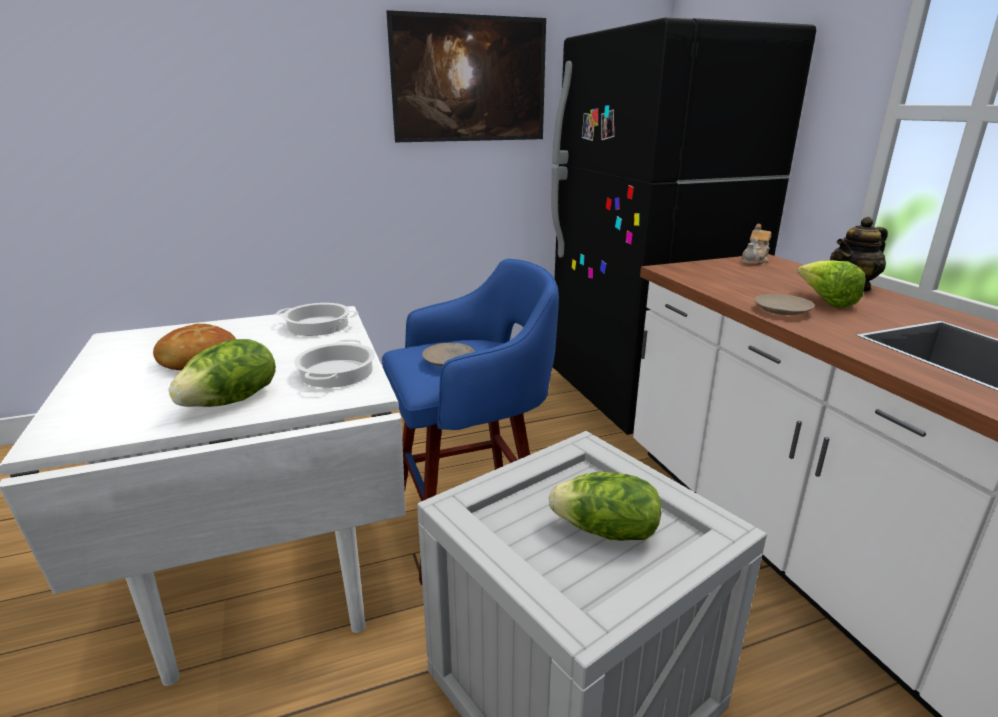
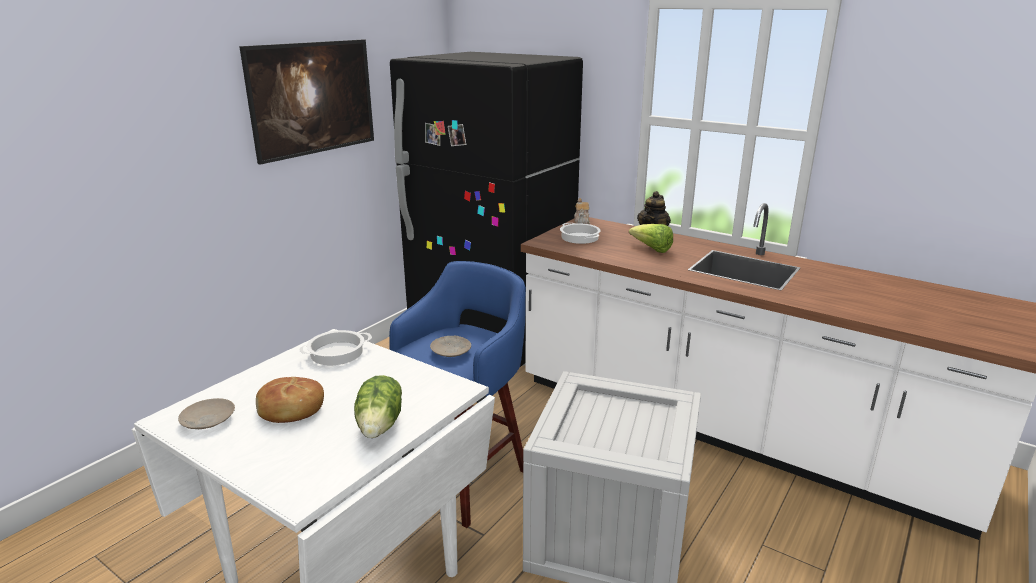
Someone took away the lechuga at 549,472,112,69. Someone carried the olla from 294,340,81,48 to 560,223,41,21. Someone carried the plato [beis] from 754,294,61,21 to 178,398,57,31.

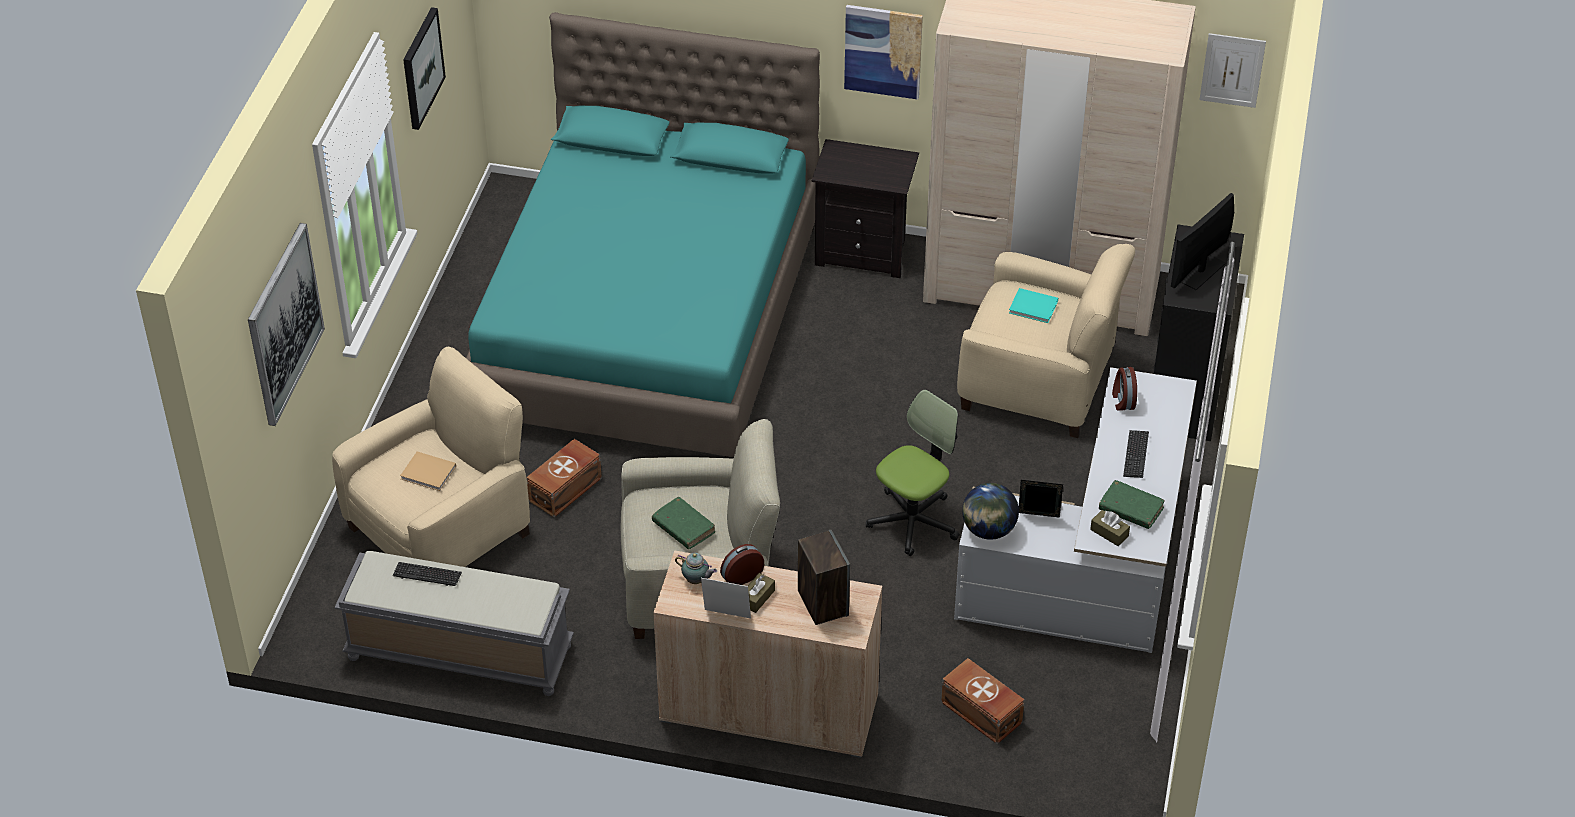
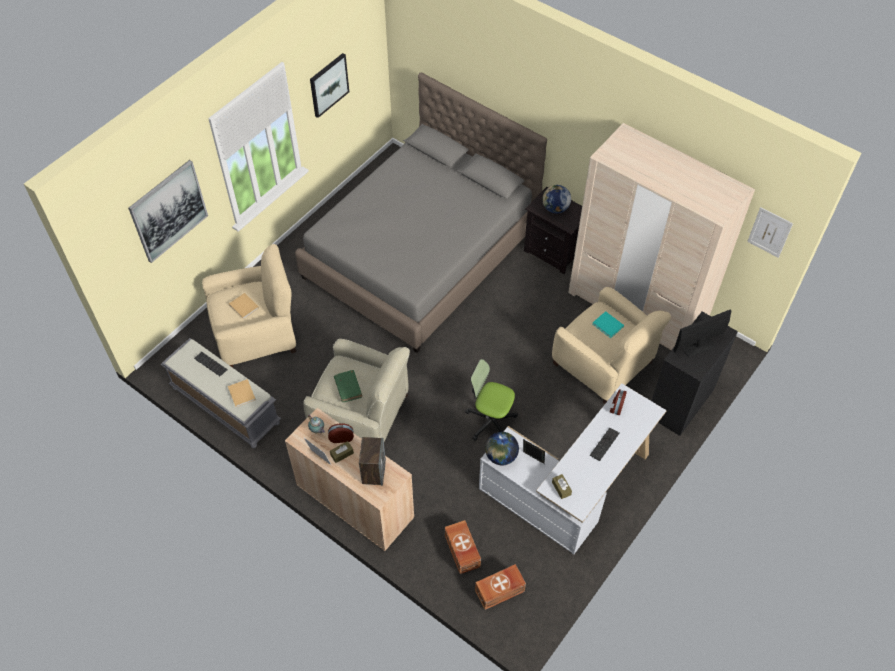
Someone took away the cuadro at 844,5,79,95. Someone took away the libro [verde] at 1099,480,66,49. Someone put down the libro [beis] at 228,379,28,28. Someone put down the globo terráqueo at 542,185,29,28. Someone carried the caja de almacenaje [marrón] from 526,439,76,78 to 475,564,51,46. Someone repainted the cama [turquesa] at 466,12,354,447, which became the cama [gris] at 295,73,252,280. Someone rotated the silla de oficina at 866,389,94,167 by 135 degrees counterclockwise.

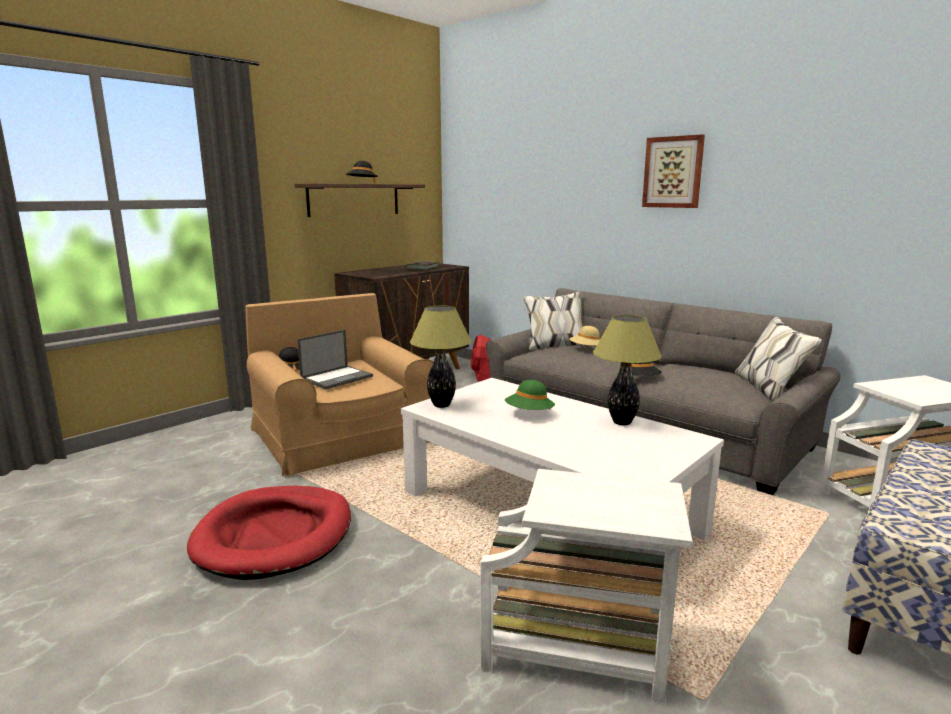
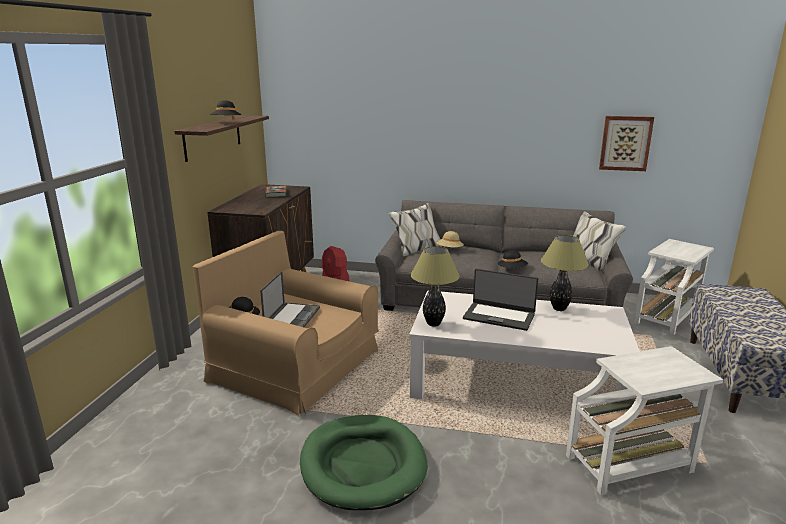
Someone carried the cuadro from 642,134,63,74 to 599,116,55,55. Someone swapped the sombrero [verde] at 505,380,50,30 for the portátil at 463,269,75,62. Someone repainted the cama para perro [rojo] at 187,486,164,94, which became the cama para perro [verde] at 300,415,127,95.

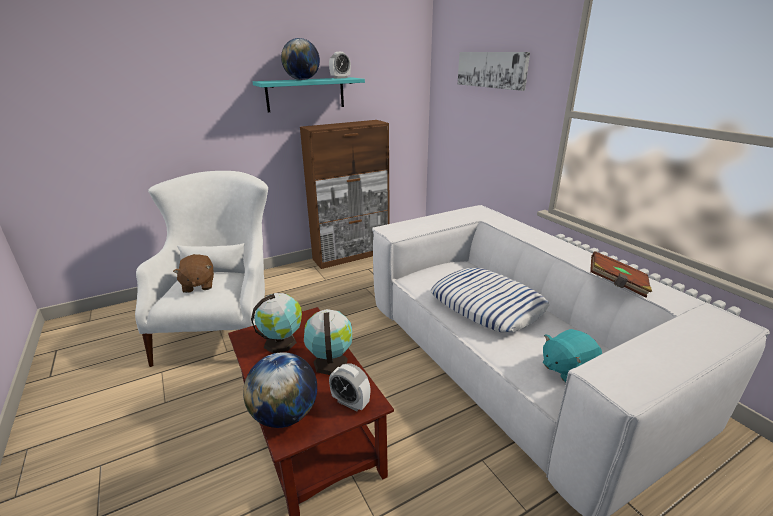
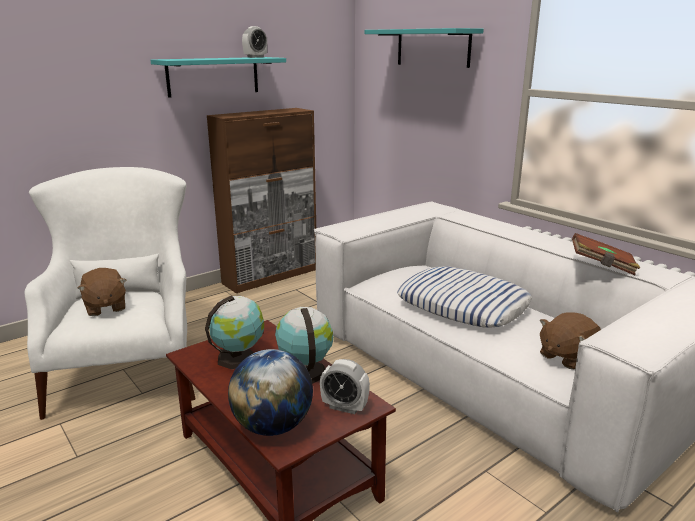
Someone took away the globo terráqueo at 281,38,39,42. Someone swapped the cuadro at 458,52,72,39 for the estante [turquesa] at 365,28,119,40. Someone repainted the peluche [turquesa] at 543,329,59,54, which became the peluche [marrón] at 540,313,61,56.

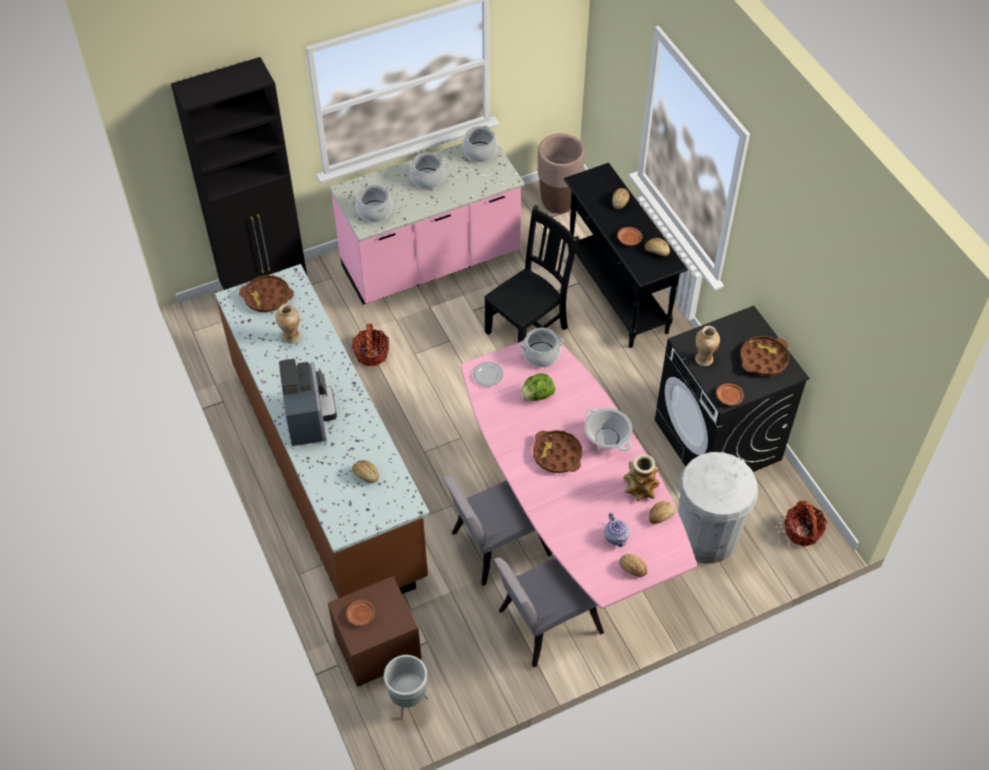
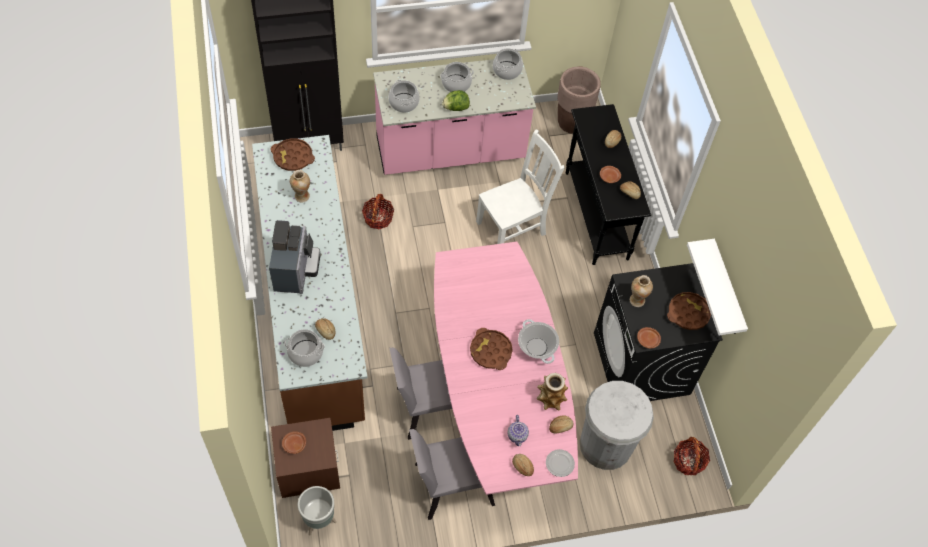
Someone put up the estante [blanco] at 687,239,61,96. Someone carried the plato from 473,362,31,25 to 546,449,29,28. Someone carried the olla from 520,328,43,39 to 284,329,41,38. Someone carried the lechuga from 520,373,35,28 to 442,90,28,21. Someone repainted the silla [negro] at 484,205,95,138, which became the silla [blanco] at 476,129,89,115.

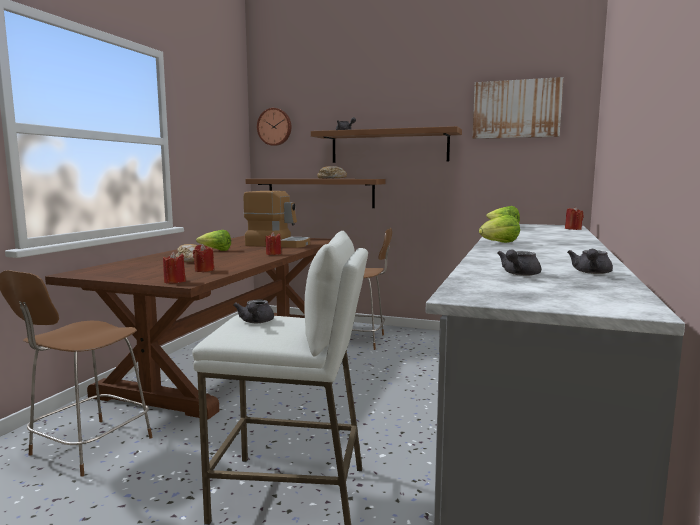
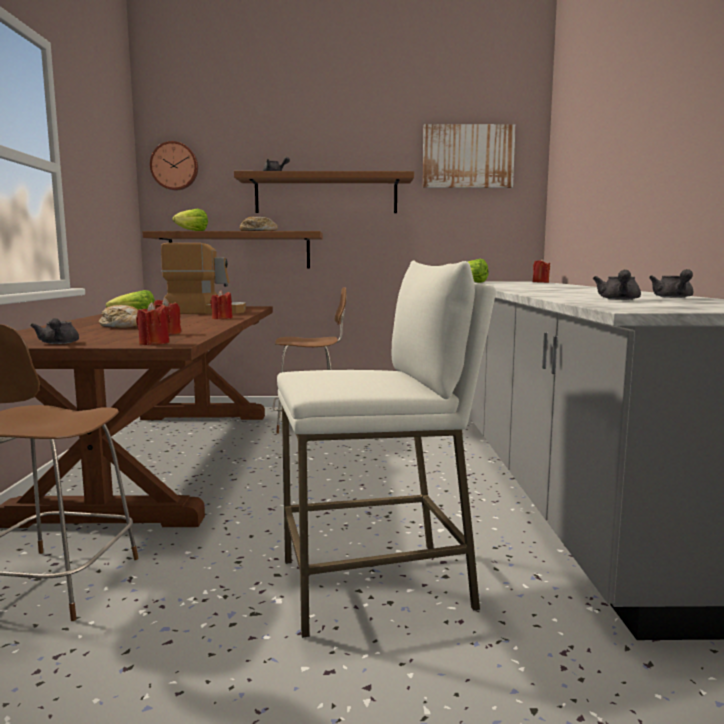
Someone carried the tetera [gris] from 233,300,41,23 to 30,318,49,26. Someone carried the lechuga from 479,214,41,29 to 172,209,36,22.

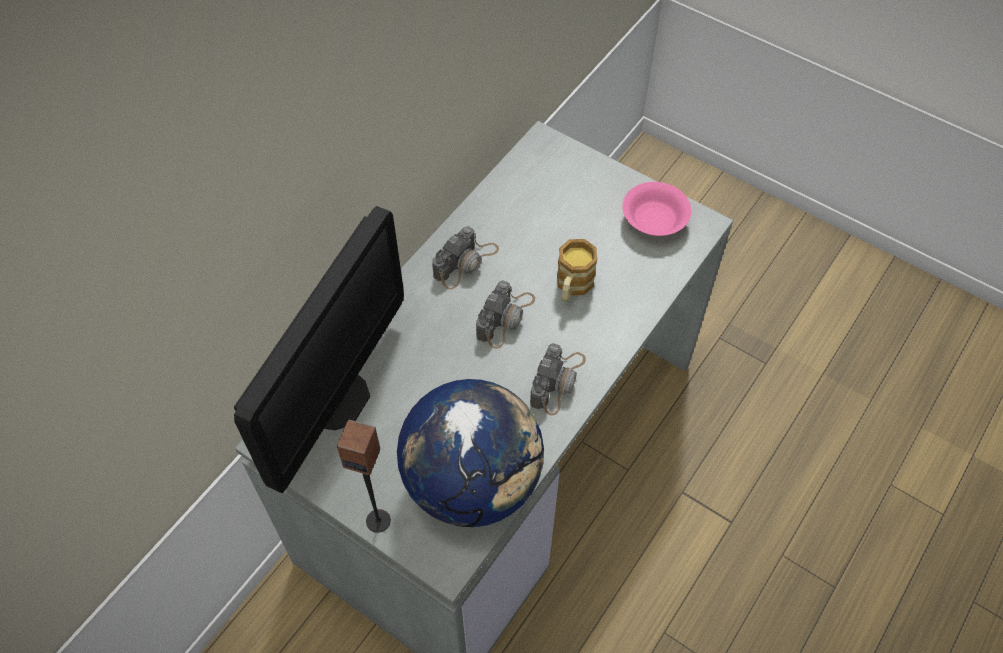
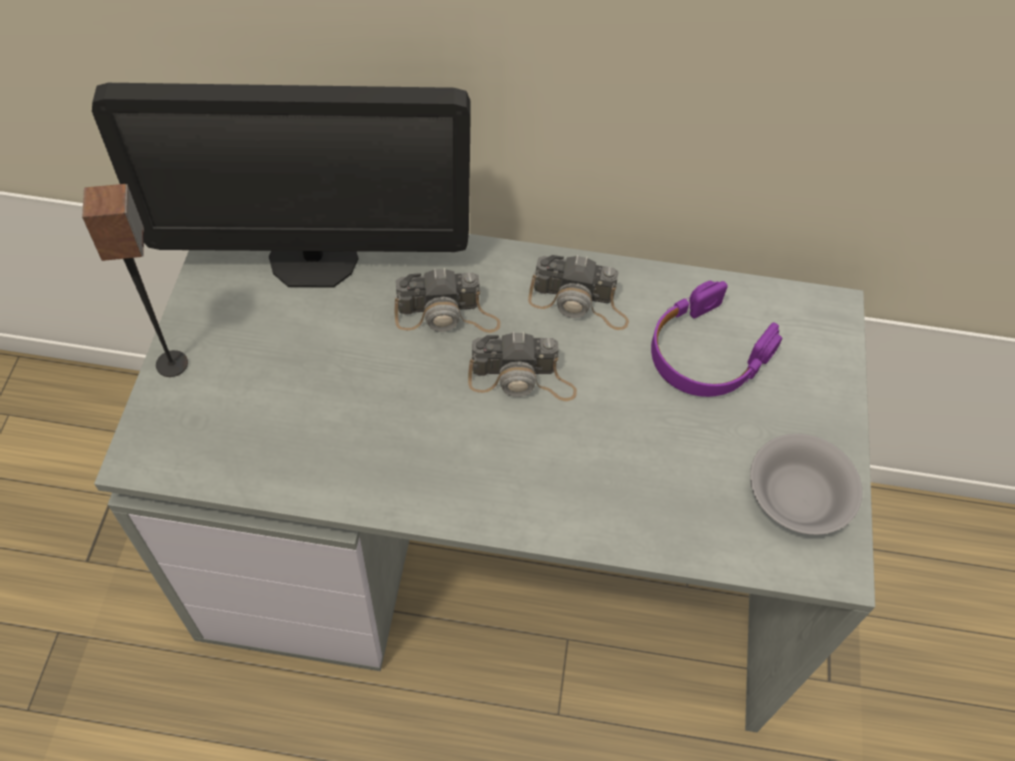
Someone took away the globo terráqueo at 397,379,147,148. Someone took away the taza grande at 557,239,41,63. Someone put down the auriculares [morado] at 651,281,131,116. Someone carried the cámara from 530,343,56,72 to 395,268,105,65. Someone repainted the cuenco [rosa] at 622,182,70,54, which became the cuenco [gris] at 750,434,112,101.

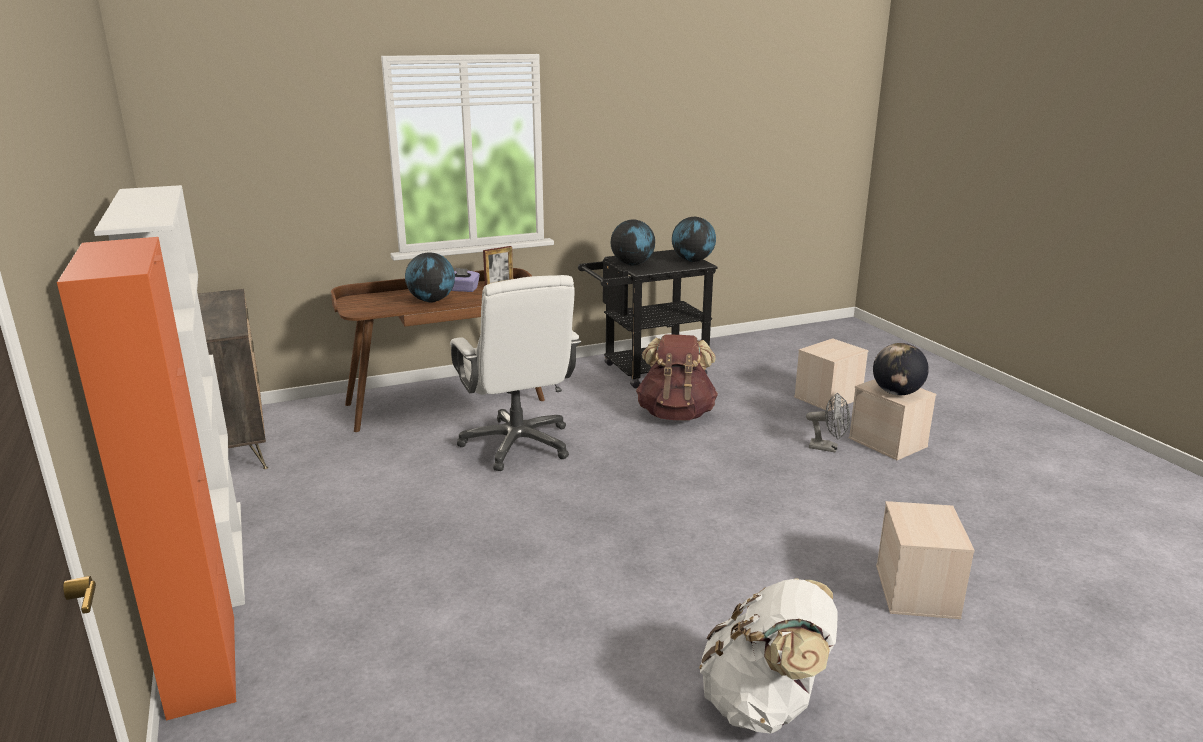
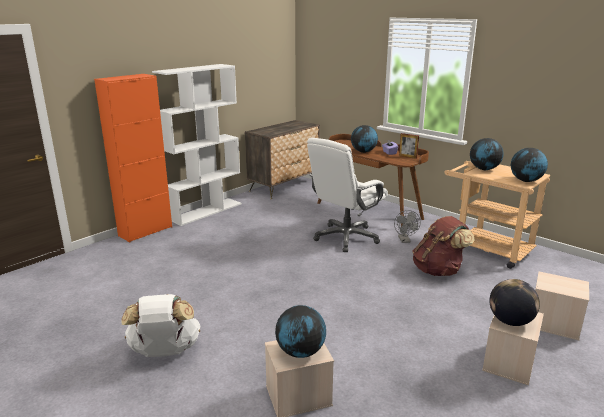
Someone put down the globo terráqueo at 275,305,51,53. Someone carried the ventilador [gris] from 806,393,44,60 to 394,210,27,33. Someone repainted the carrito [negro] at 578,250,140,138, which became the carrito [beis] at 445,161,105,108.

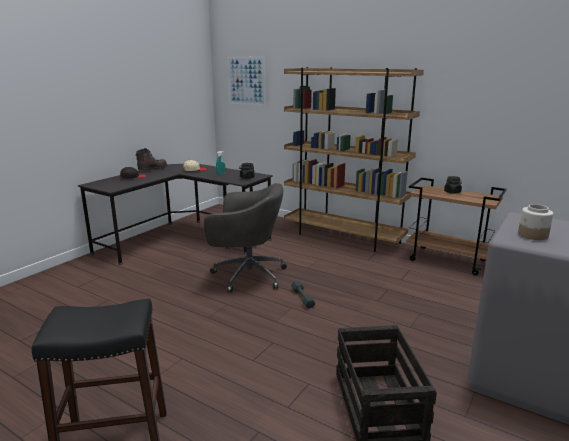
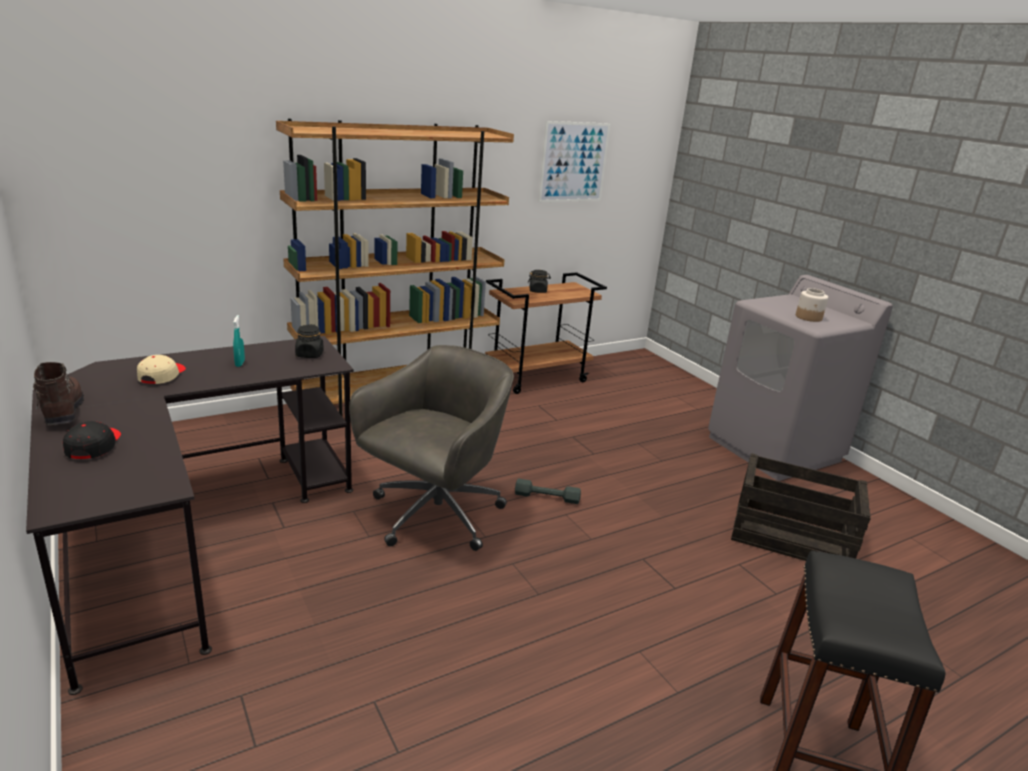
Someone carried the cuadro from 228,57,38,49 to 538,121,72,81.

